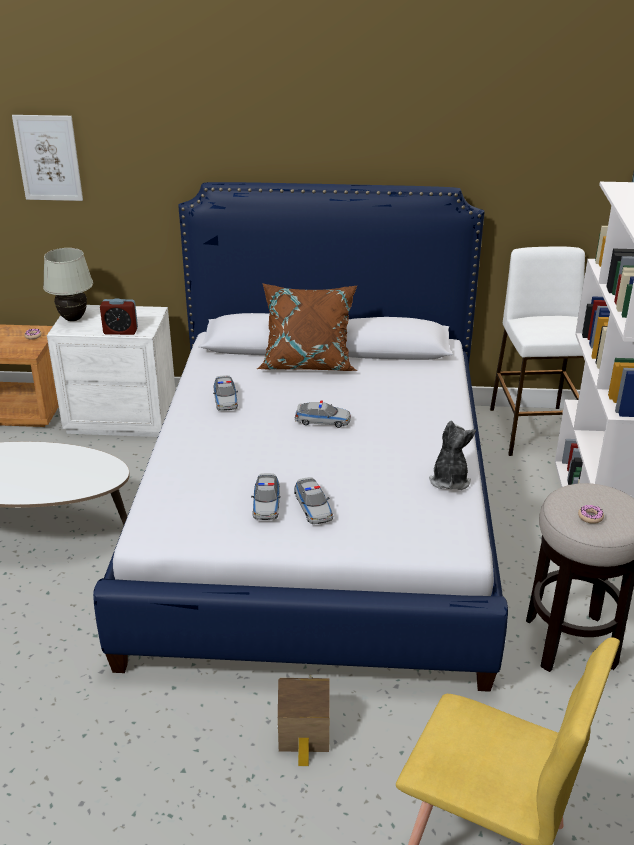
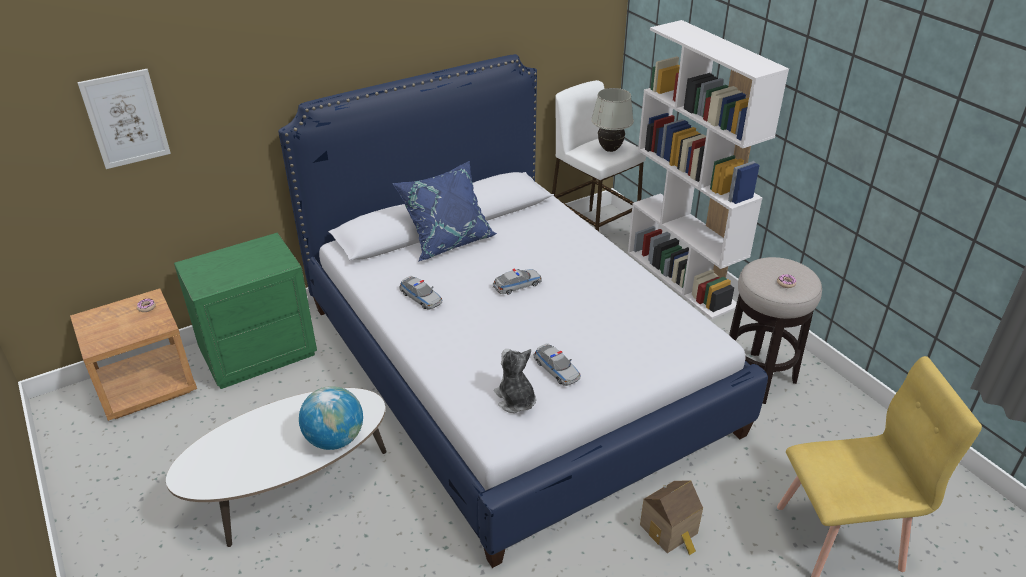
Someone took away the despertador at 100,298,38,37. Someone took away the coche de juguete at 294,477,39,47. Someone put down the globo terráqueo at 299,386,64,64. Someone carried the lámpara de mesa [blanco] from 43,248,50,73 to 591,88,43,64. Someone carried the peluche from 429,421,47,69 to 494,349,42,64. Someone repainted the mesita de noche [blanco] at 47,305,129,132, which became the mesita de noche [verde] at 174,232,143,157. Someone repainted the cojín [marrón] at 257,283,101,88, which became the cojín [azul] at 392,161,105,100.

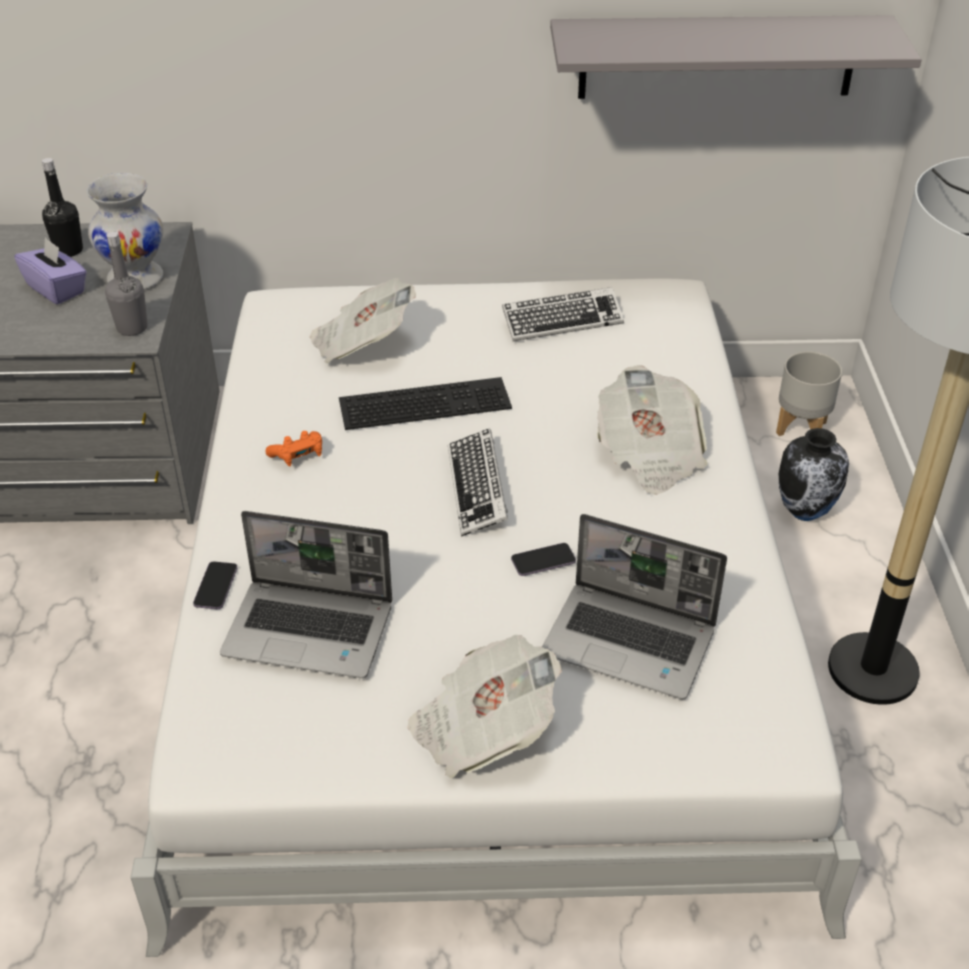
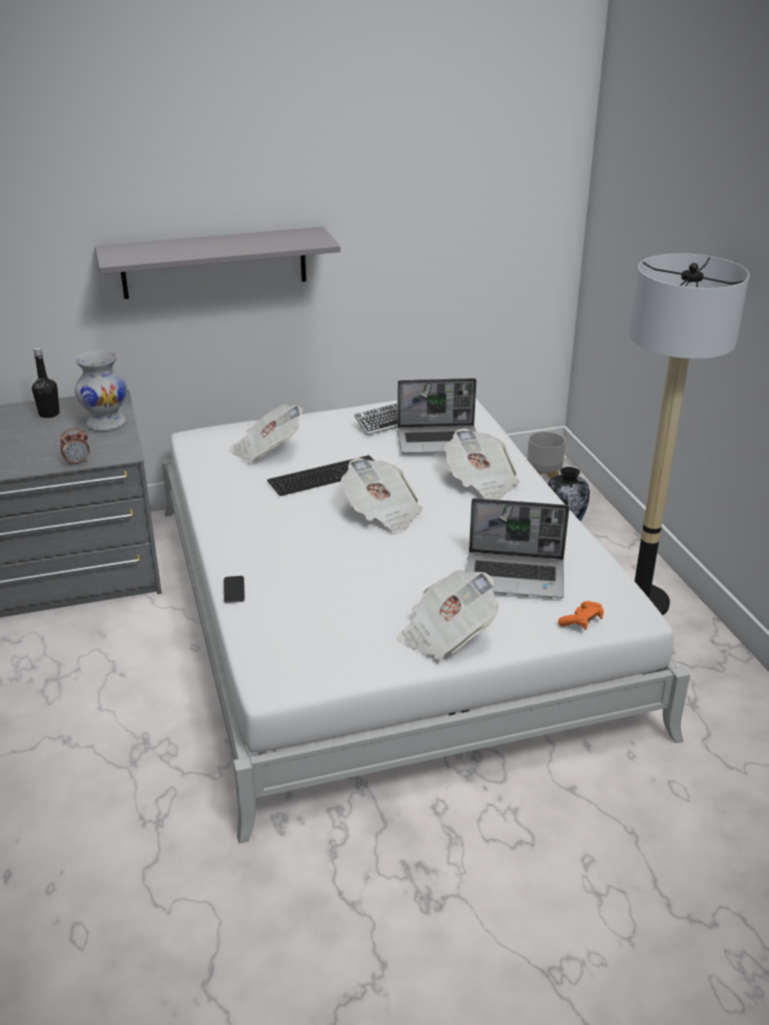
Someone took away the caja de pañuelos [morado] at 15,237,72,67. Someone took away the botella [gris] at 105,232,42,104. Someone took away the móvil at 511,543,65,33. Someone put down the despertador at 60,428,30,38. Someone carried the portátil from 220,511,172,167 to 397,378,80,75. Someone carried the mando de consola [naranja] from 265,431,57,35 to 558,601,46,29. Someone carried the estante [gris] from 550,15,372,84 to 95,227,246,72. Someone swapped the teclado at 448,428,60,109 for the periódico at 341,458,82,76.

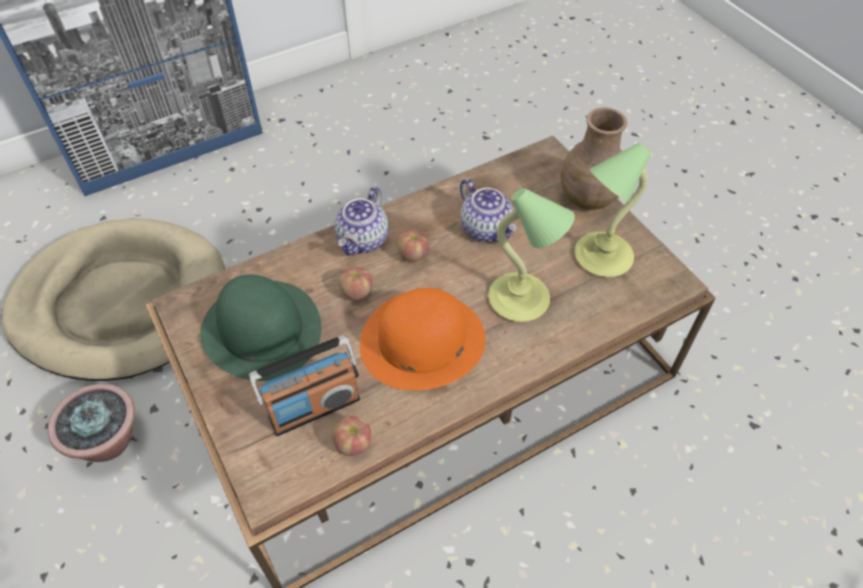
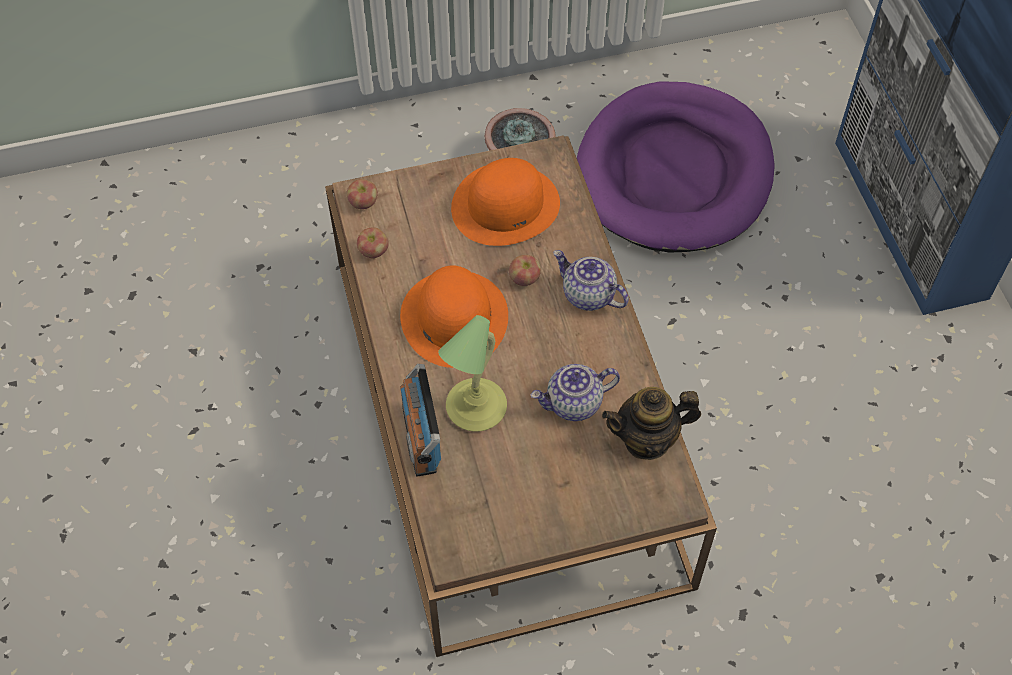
Someone took away the florero [marrón] at 560,107,67,103. Someone took away the lámpara de mesa at 574,143,77,134. Someone put down the tetera at 602,387,99,73. Someone carried the radio from 249,335,111,101 to 400,364,41,113. Someone carried the manzana from 397,230,32,32 to 347,179,31,30. Someone repainted the cama para perro [beis] at 1,218,224,163, which became the cama para perro [morado] at 577,81,198,171. Someone repainted the sombrero [verde] at 200,274,121,107, which became the sombrero [naranja] at 451,158,109,88.

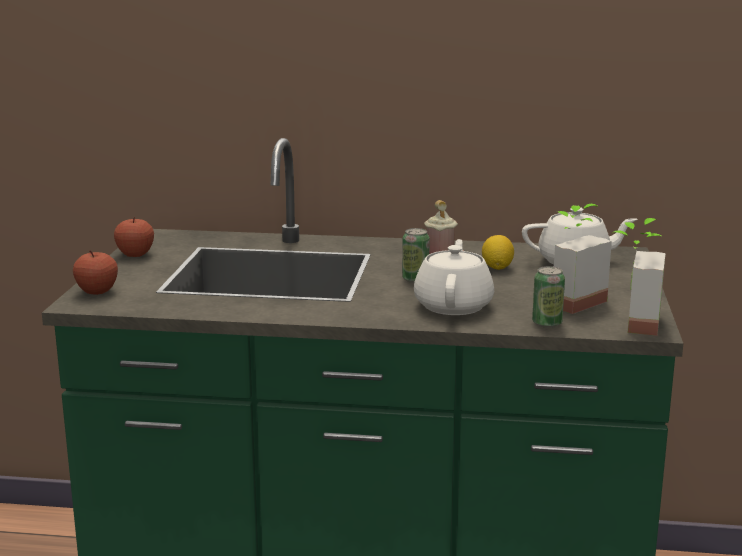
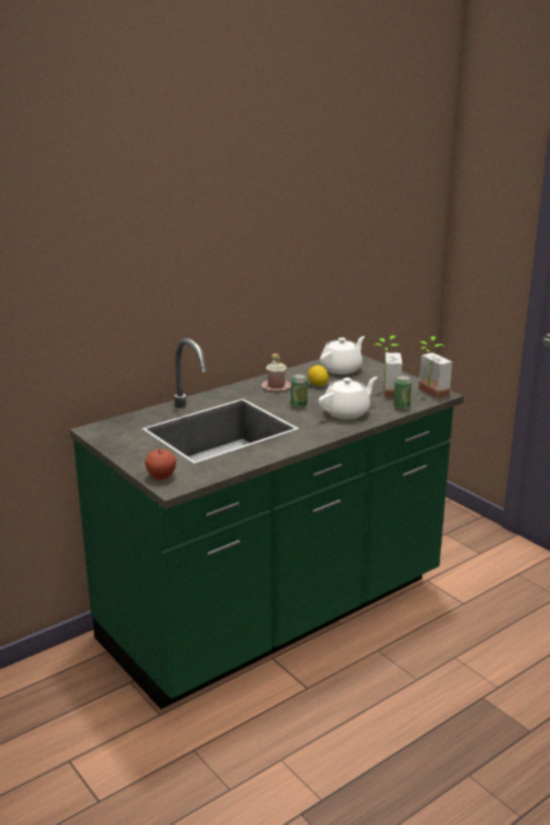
Someone took away the manzana at 114,217,40,40. Someone rotated the tetera [blanco] at 414,239,80,76 by 90 degrees clockwise.

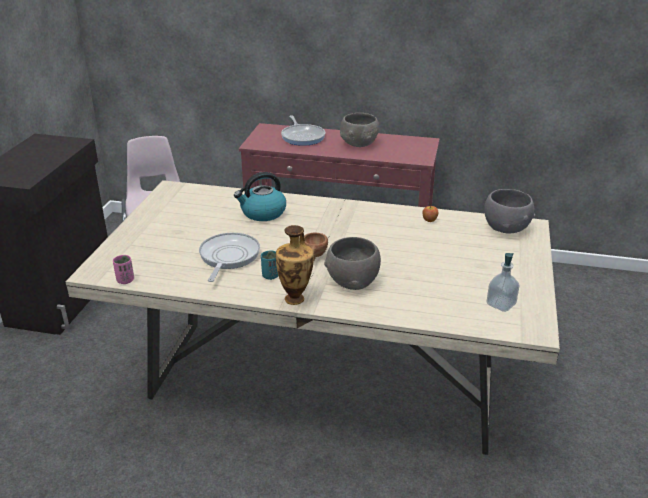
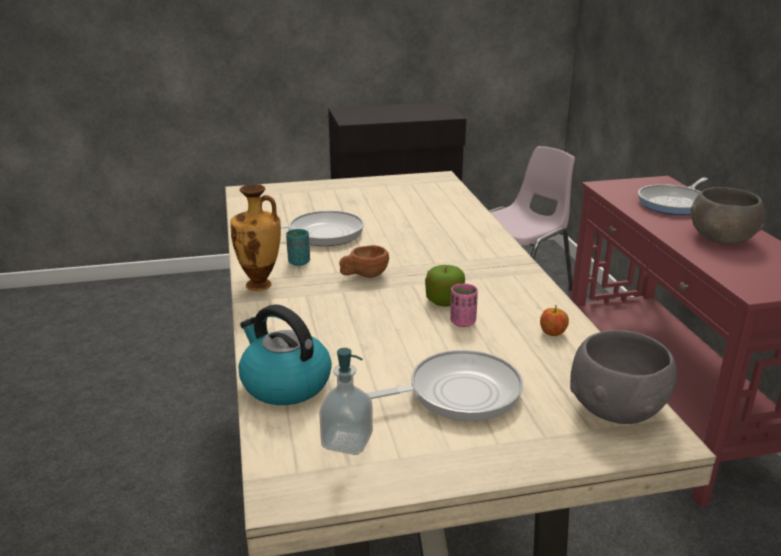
Someone took away the cuenco [gris] at 324,237,57,53. Someone put down the sartén at 366,350,157,72. Someone put down the manzana at 425,265,40,42. Someone carried the taza [rosa] from 113,255,21,29 to 450,283,28,44. Someone carried the hervidor from 234,172,52,49 to 239,304,93,101.

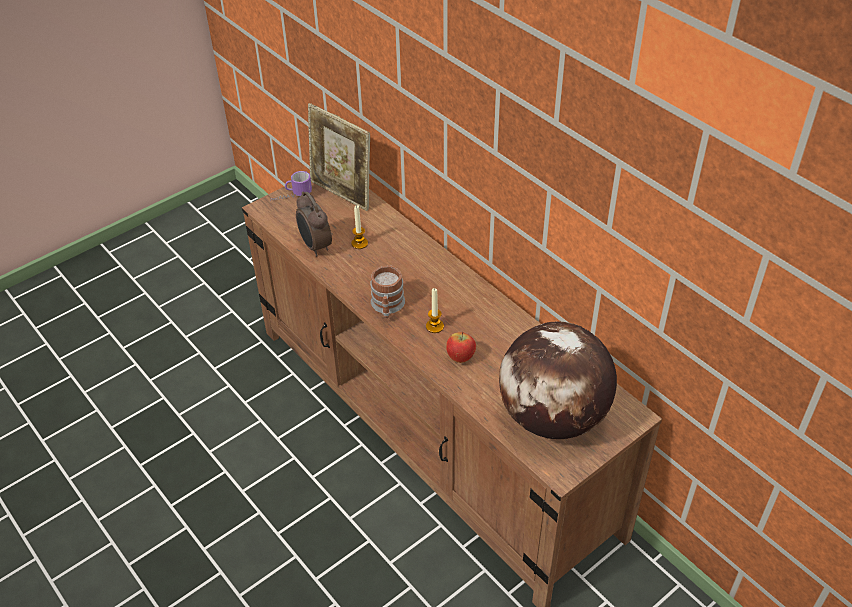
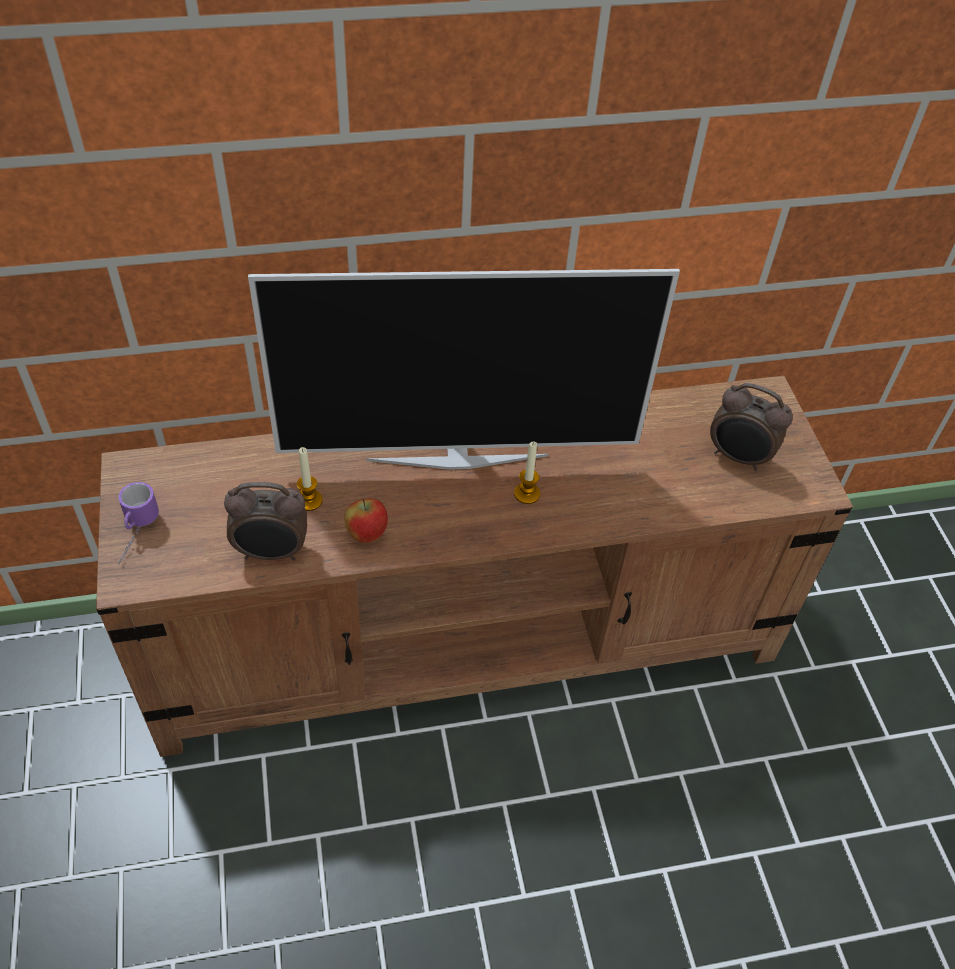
Someone took away the portarretratos at 308,103,62,108. Someone took away the taza grande at 370,265,35,53. Someone put down the televisor at 248,269,432,201. Someone carried the manzana from 446,331,30,32 to 344,498,44,45. Someone swapped the globo terráqueo at 499,321,118,118 for the despertador at 710,383,83,88.

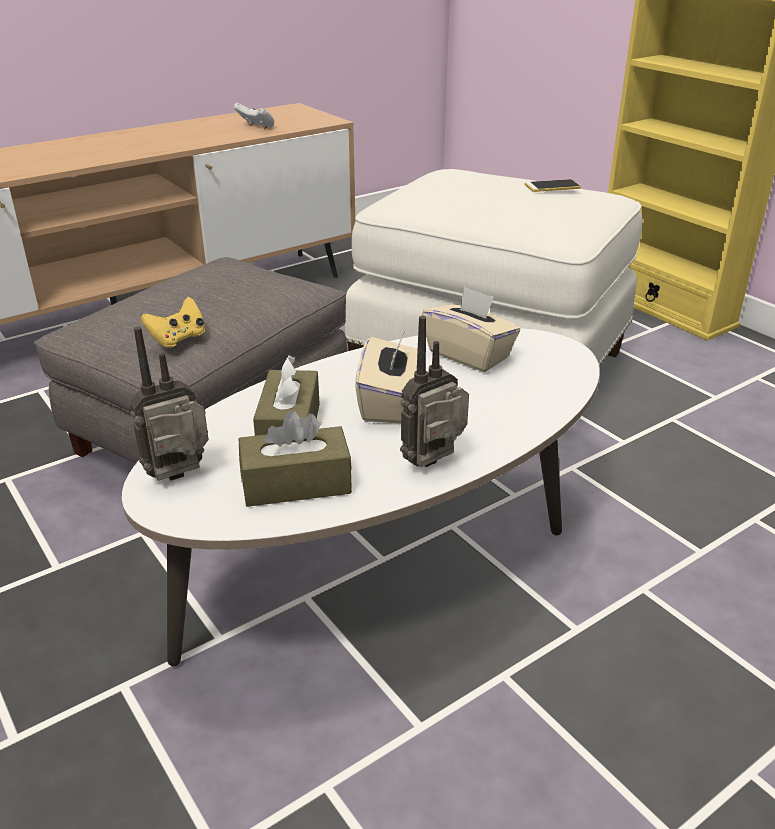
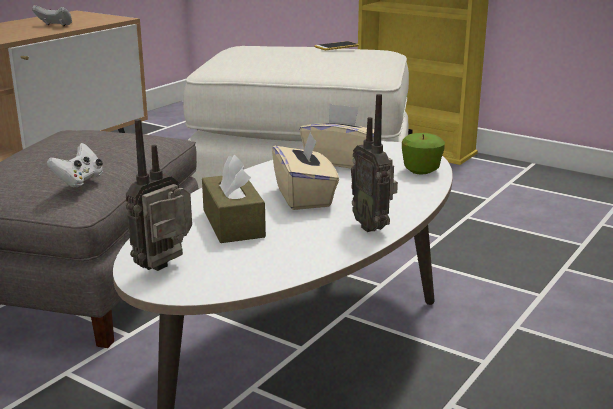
Someone took away the caja de pañuelos [marrón] at 239,410,113,97. Someone put down the manzana at 402,133,43,42. Someone repainted the mando de consola [amarillo] at 141,297,64,51, which became the mando de consola [blanco] at 47,143,56,45. Someone rotated the radio at 400,316,69,151 by 60 degrees counterclockwise.

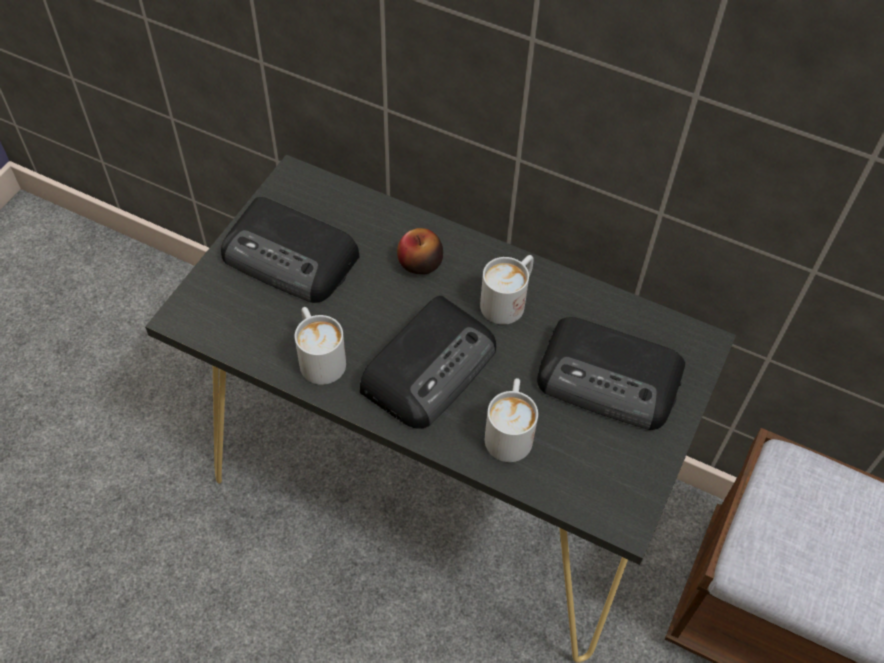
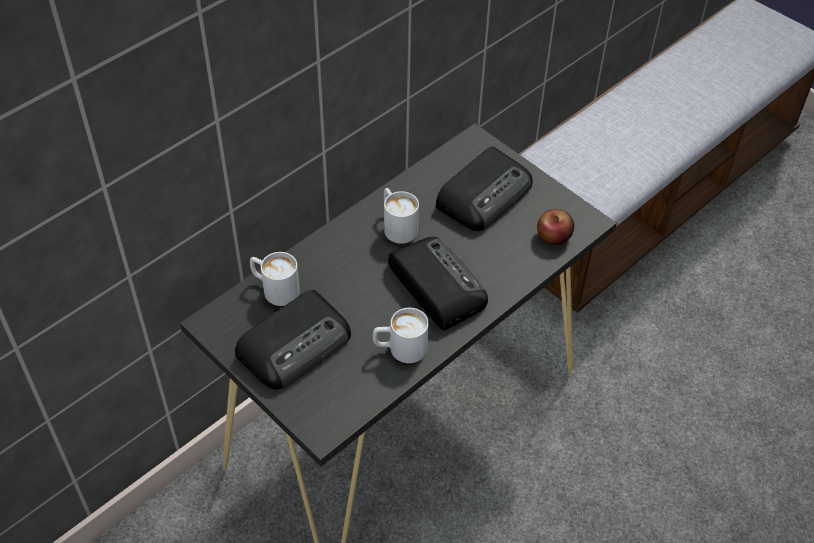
Someone carried the manzana from 397,228,46,46 to 537,209,37,36. Someone carried the taza grande [blanco] from 485,378,53,84 to 250,252,50,54.

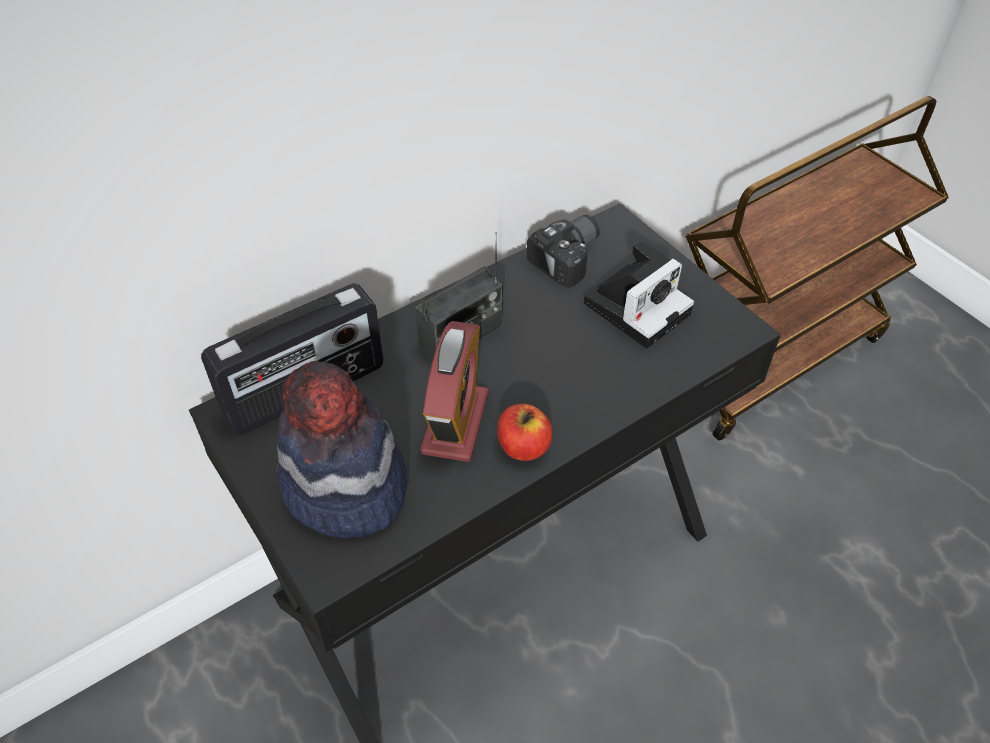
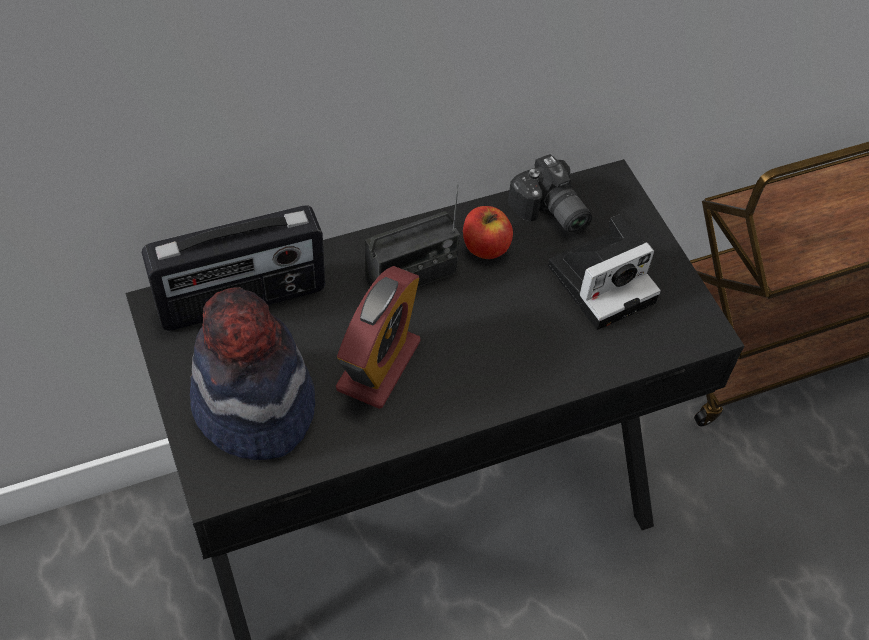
Someone carried the manzana from 497,404,55,57 to 463,206,50,53. Someone rotated the cámara at 527,215,73,73 by 90 degrees clockwise.

